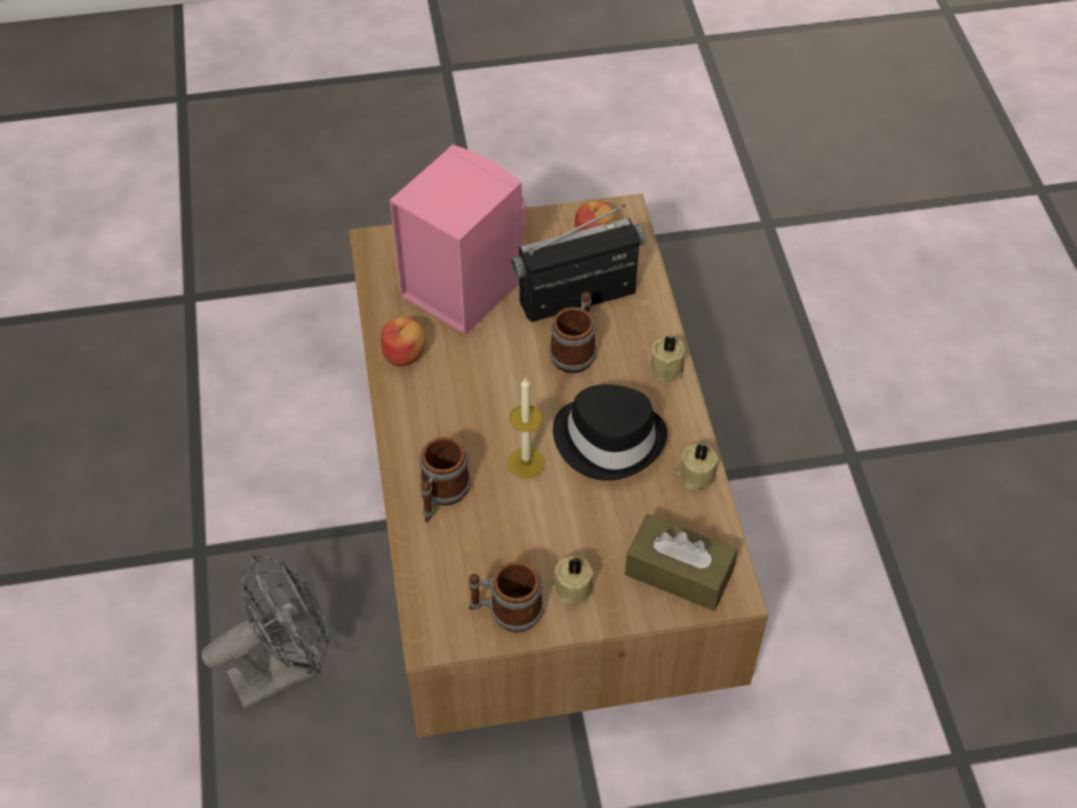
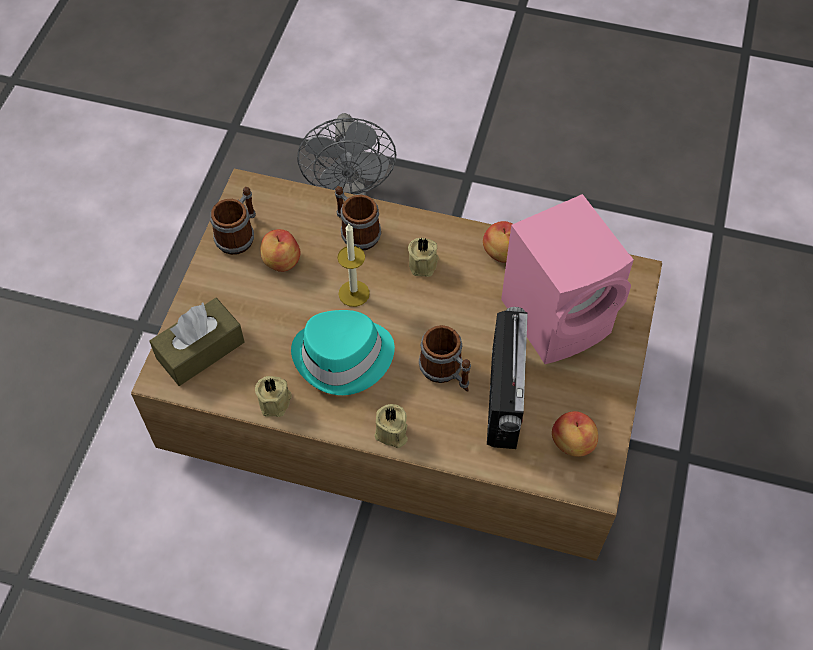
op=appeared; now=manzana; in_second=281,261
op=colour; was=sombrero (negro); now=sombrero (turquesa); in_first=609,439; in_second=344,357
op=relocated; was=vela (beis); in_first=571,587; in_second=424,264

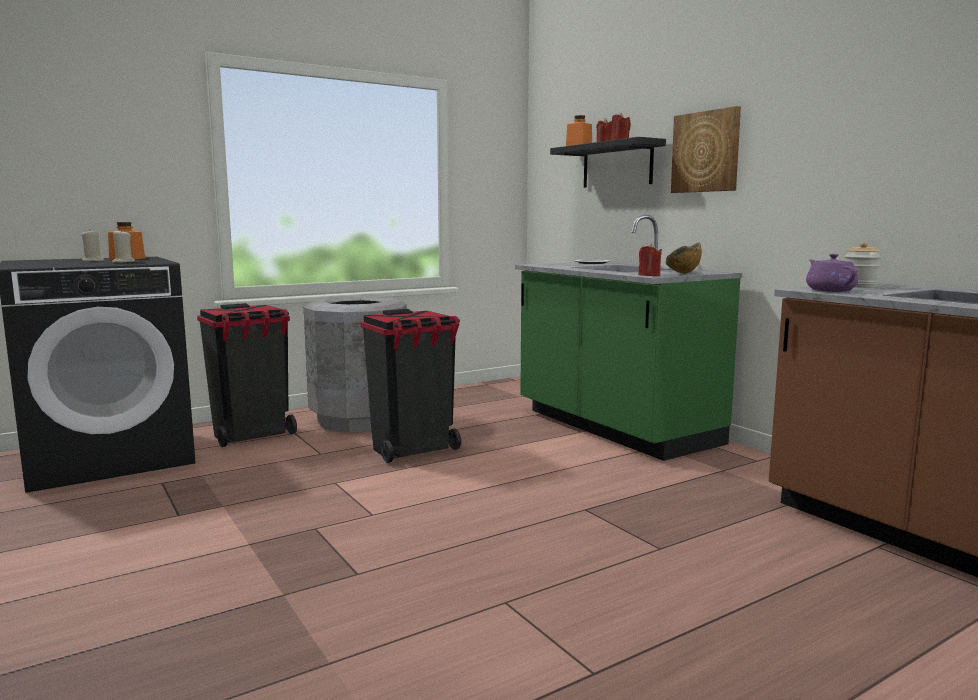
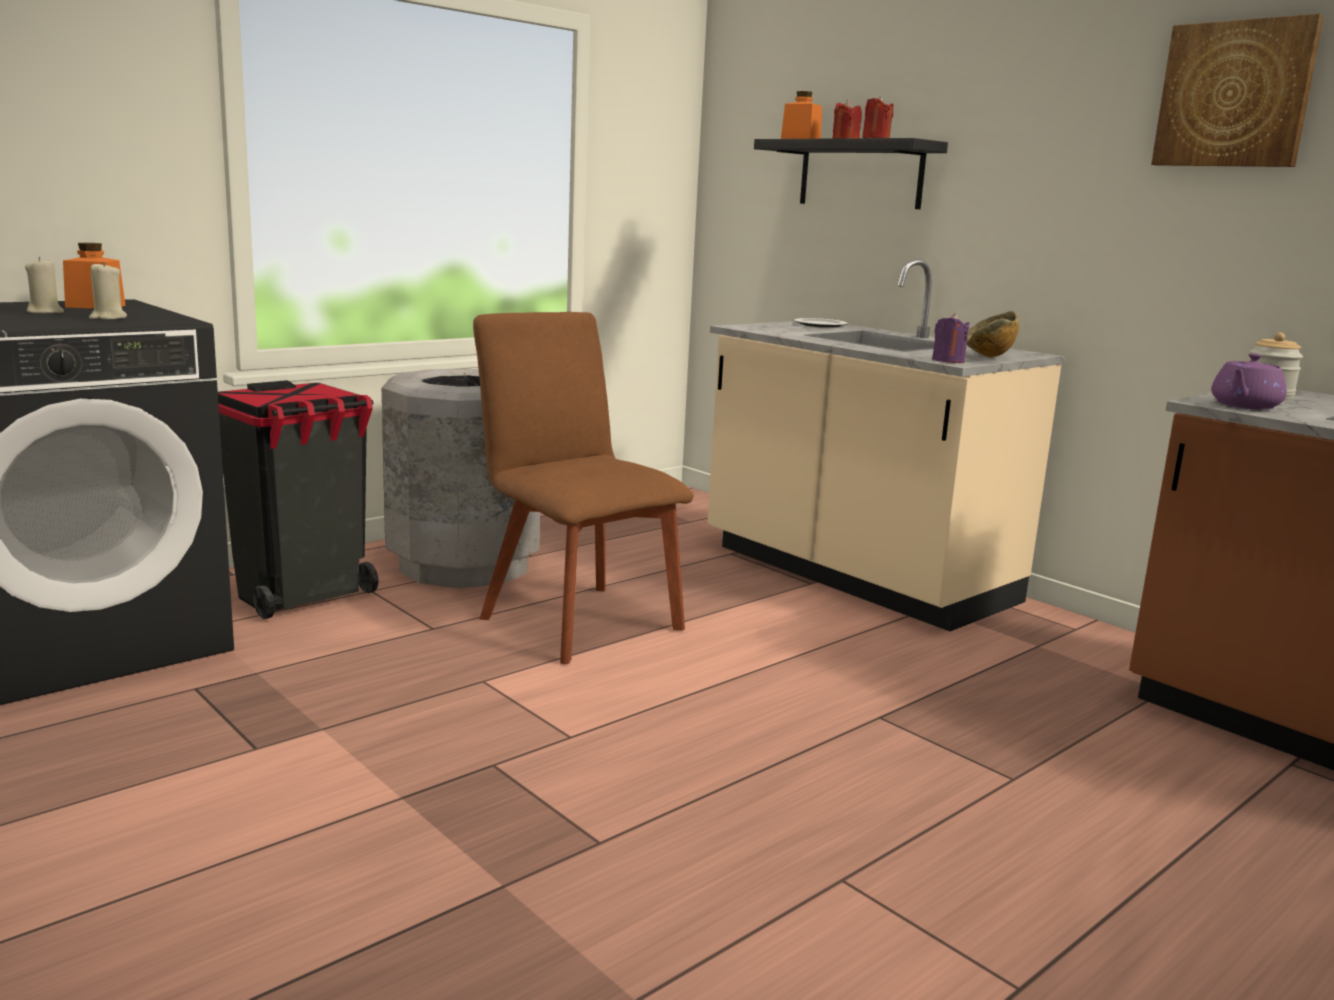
op=exchanged; was=papelera (negro); now=silla (marrón); in_first=413,450; in_second=576,620
op=colour; was=mueble bajo de cocina (verde); now=mueble bajo de cocina (beis); in_first=614,427; in_second=855,575
op=colour; was=vela (rojo); now=vela (morado); in_first=649,275; in_second=948,361
op=relocated; was=cuadro; in_first=706,152; in_second=1235,95
op=spun; was=tetera (morado); in_first=829,290; in_second=1244,406; clockwise=-120

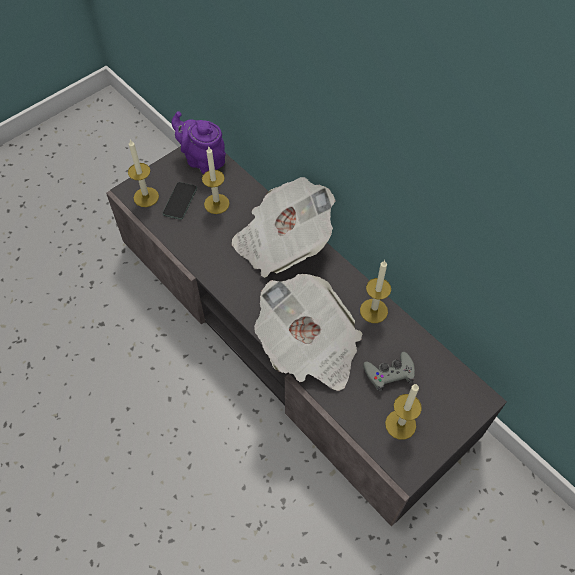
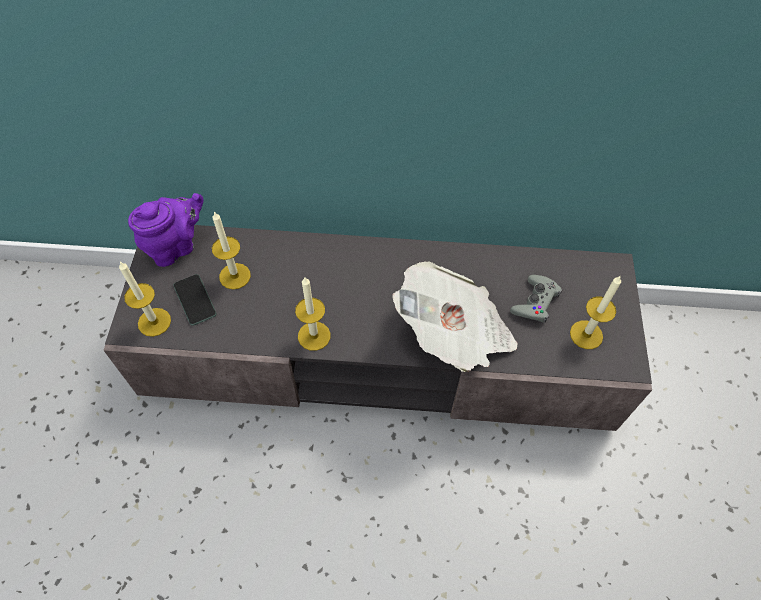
op=spun; was=tetera (morado); in_first=203,160; in_second=176,246; clockwise=150
op=relocated; was=vela; in_first=373,311; in_second=314,336
op=missing; was=periódico; in_first=282,242

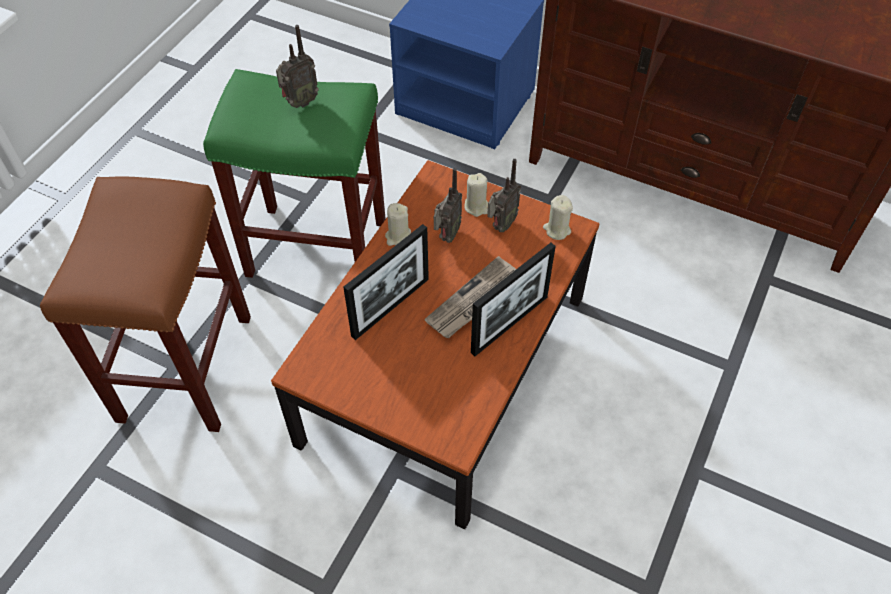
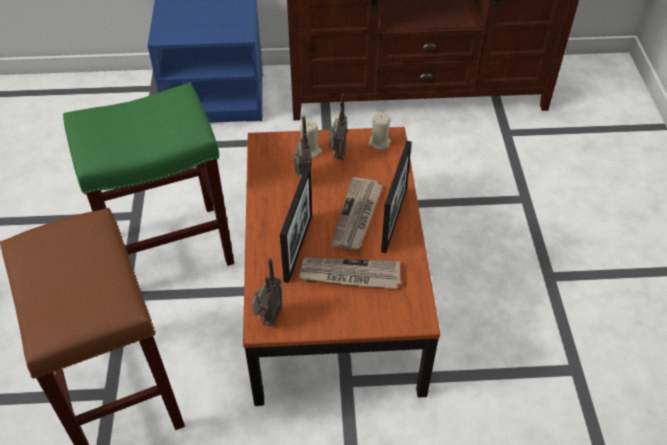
op=relocated; was=radio; in_first=299,102; in_second=268,318
op=appeared; now=periódico; in_second=349,275
op=missing; was=vela (beis); in_first=398,237

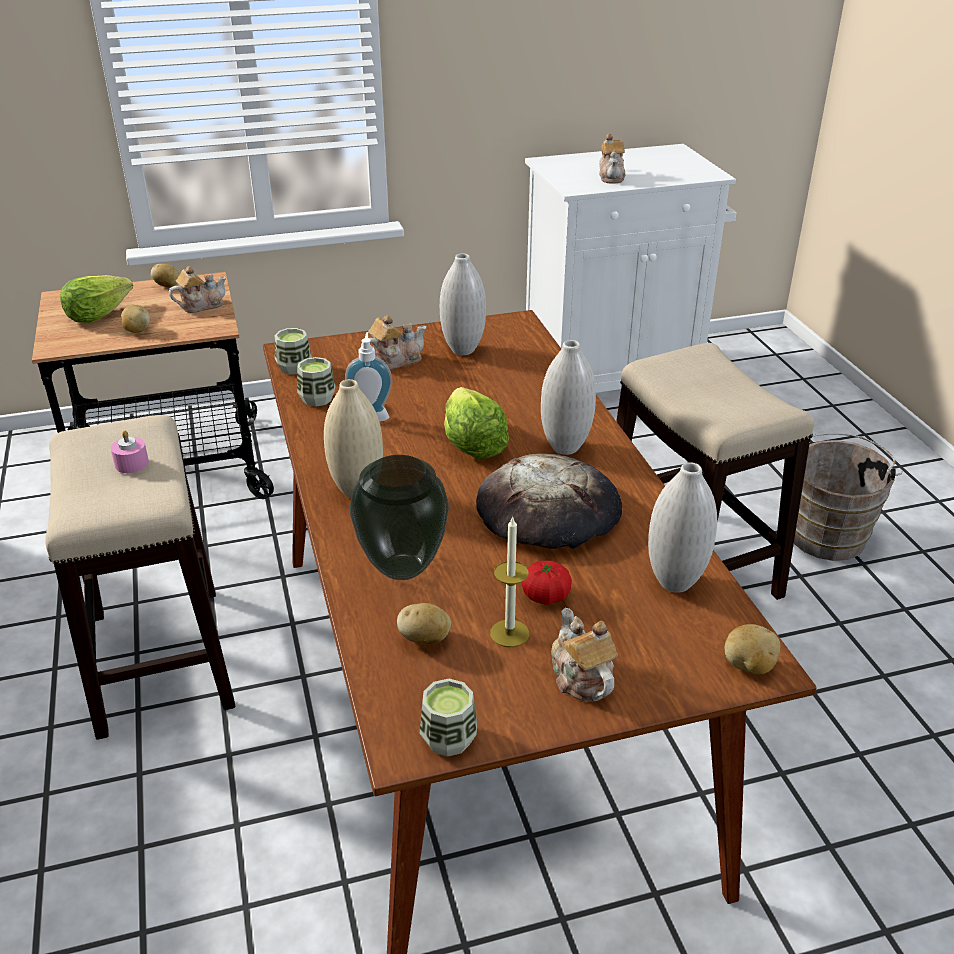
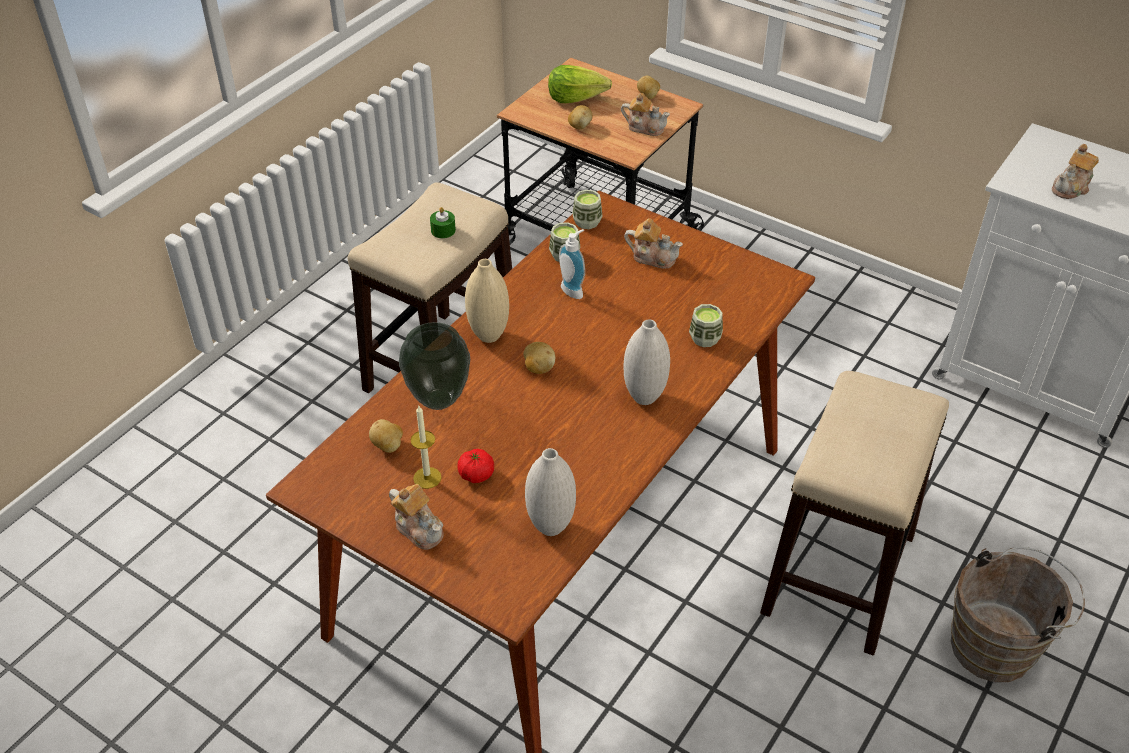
op=spun; was=tetera; in_first=580,677; in_second=419,528; clockwise=105
op=colour; was=vela (rosa); now=vela (verde); in_first=131,463; in_second=443,230
op=relocated; was=patata; in_first=748,666; in_second=538,368
op=relocated; was=taza; in_first=448,738; in_second=705,338
op=missing; was=florero (blanco); in_first=463,350
op=missing; was=lechuga; in_first=472,443
op=missing; was=pan; in_first=549,511

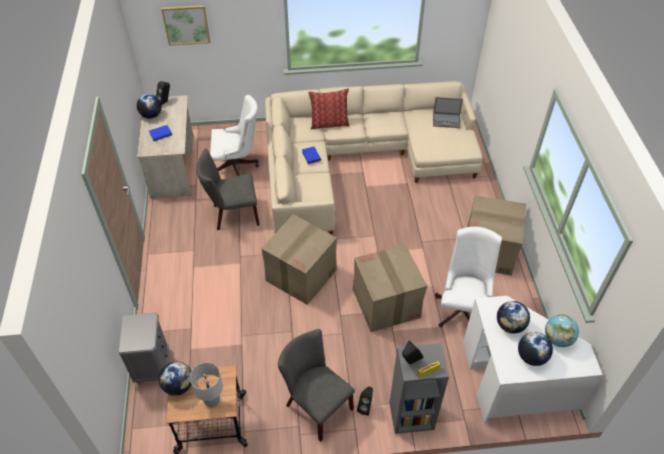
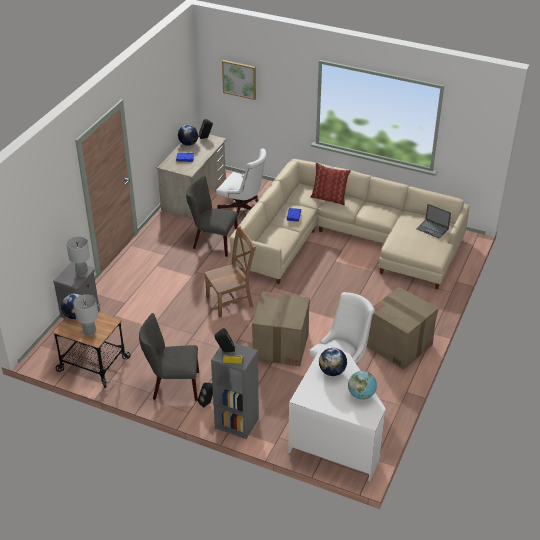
op=appeared; now=lámpara de mesa (gris); in_second=82,273
op=spun; was=silla (gris); in_first=315,405; in_second=172,386; clockwise=-75
op=exchanged; was=caja de cartón; now=silla (marrón); in_first=301,274; in_second=231,301
op=missing; was=globo terráqueo; in_first=531,357

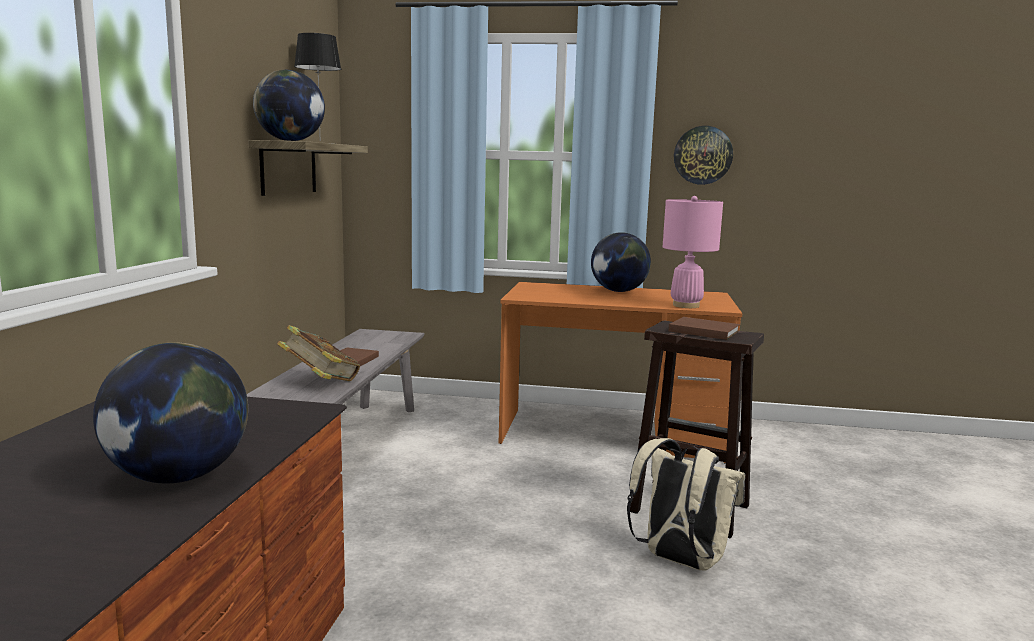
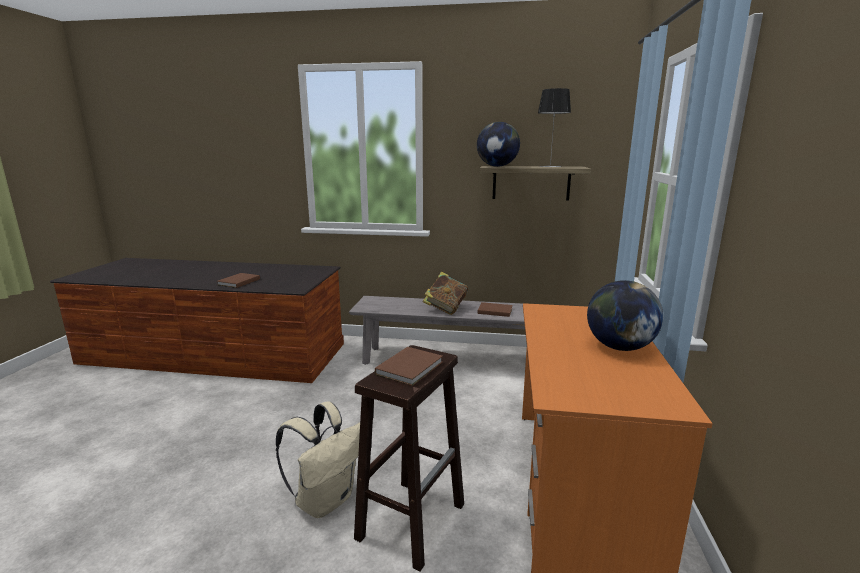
op=exchanged; was=globo terráqueo; now=libro (marrón); in_first=178,477; in_second=237,282
op=missing; was=lámpara de mesa (rosa); in_first=685,305
op=missing; was=reloj de pared; in_first=703,155

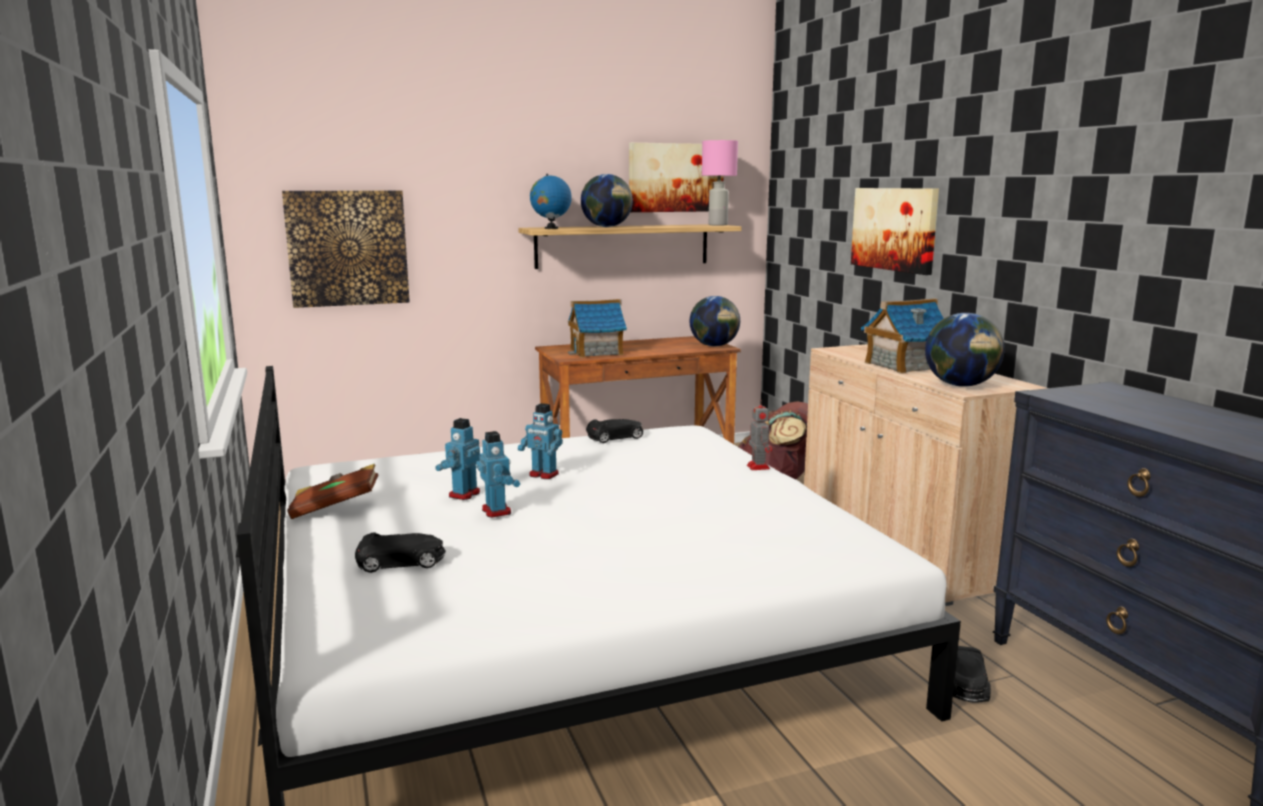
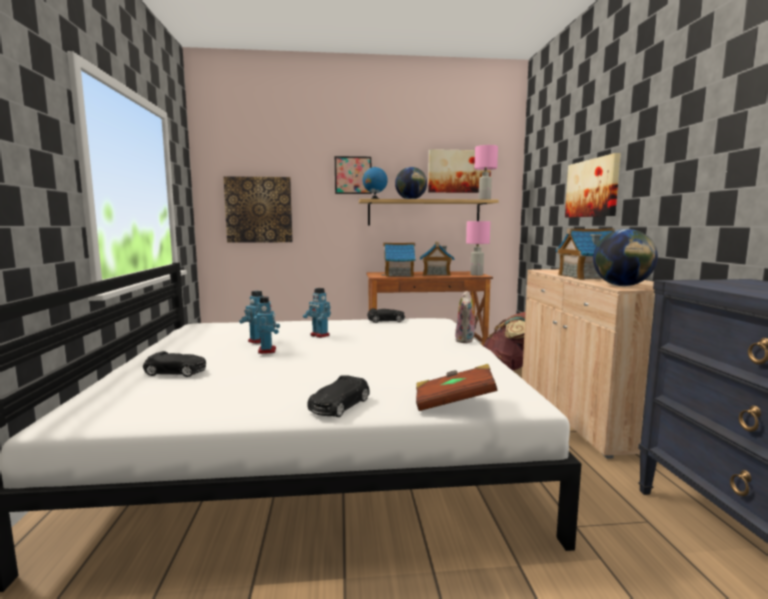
op=relocated; was=coche de juguete (negro); in_first=965,684; in_second=339,405
op=appeared; now=cuadro; in_second=353,175
op=relocated; was=libro (marrón); in_first=335,508; in_second=454,403
op=appeared; now=casita; in_second=436,274
op=exchanged; was=robot de juguete; now=peluche; in_first=757,466; in_second=466,340
op=exchanged; was=globo terráqueo; now=lámpara de mesa (rosa); in_first=714,346; in_second=477,275

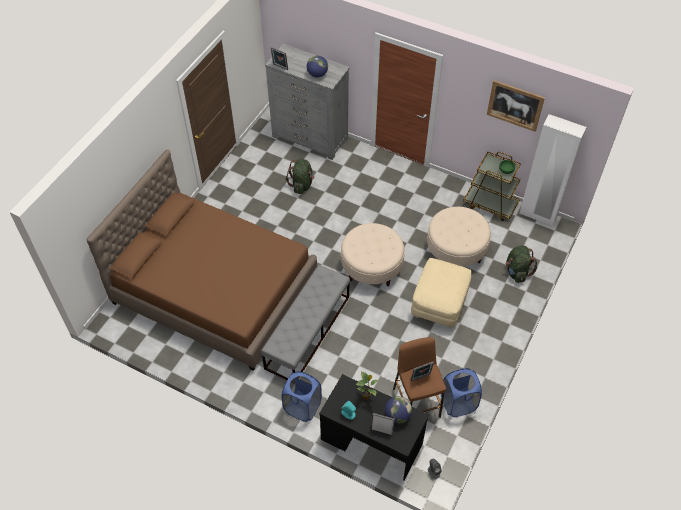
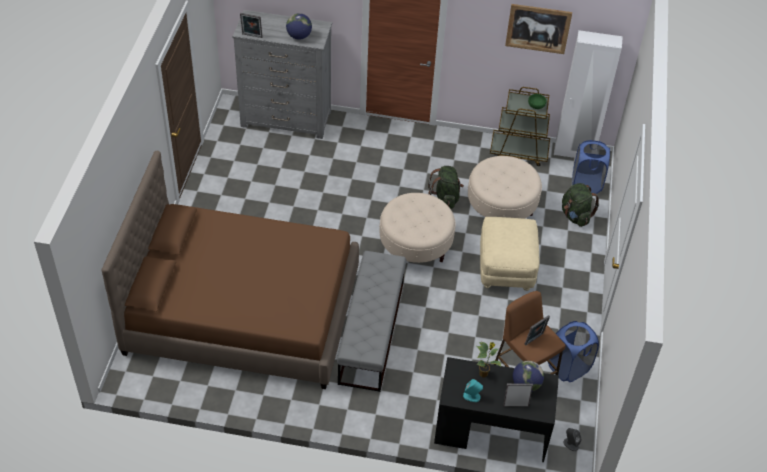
op=relocated; was=mochila (verde); in_first=302,184; in_second=445,198
op=relocated; was=cesto de la ropa (azul); in_first=302,407; in_second=586,184

